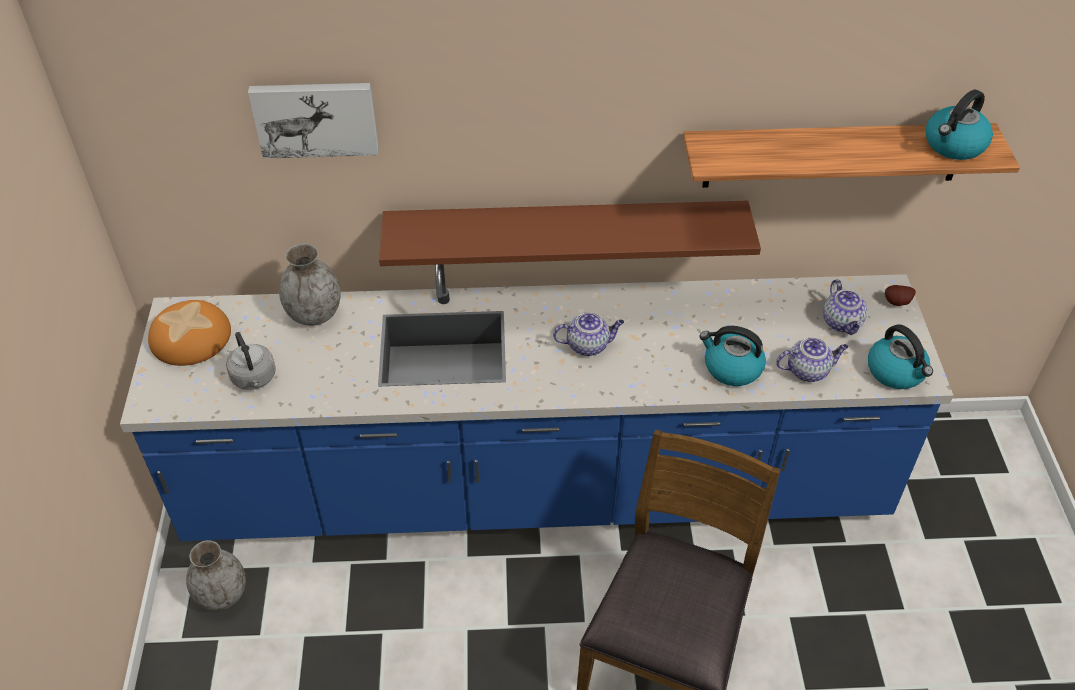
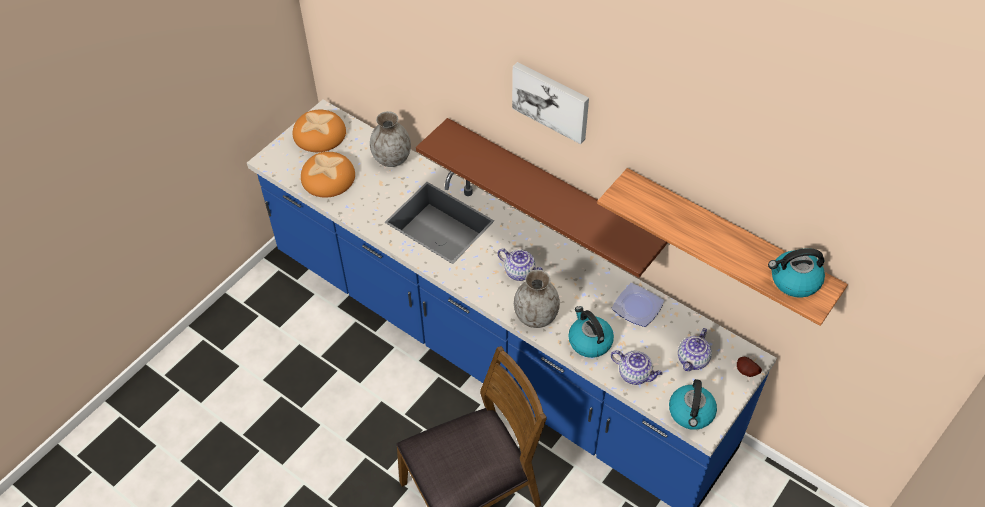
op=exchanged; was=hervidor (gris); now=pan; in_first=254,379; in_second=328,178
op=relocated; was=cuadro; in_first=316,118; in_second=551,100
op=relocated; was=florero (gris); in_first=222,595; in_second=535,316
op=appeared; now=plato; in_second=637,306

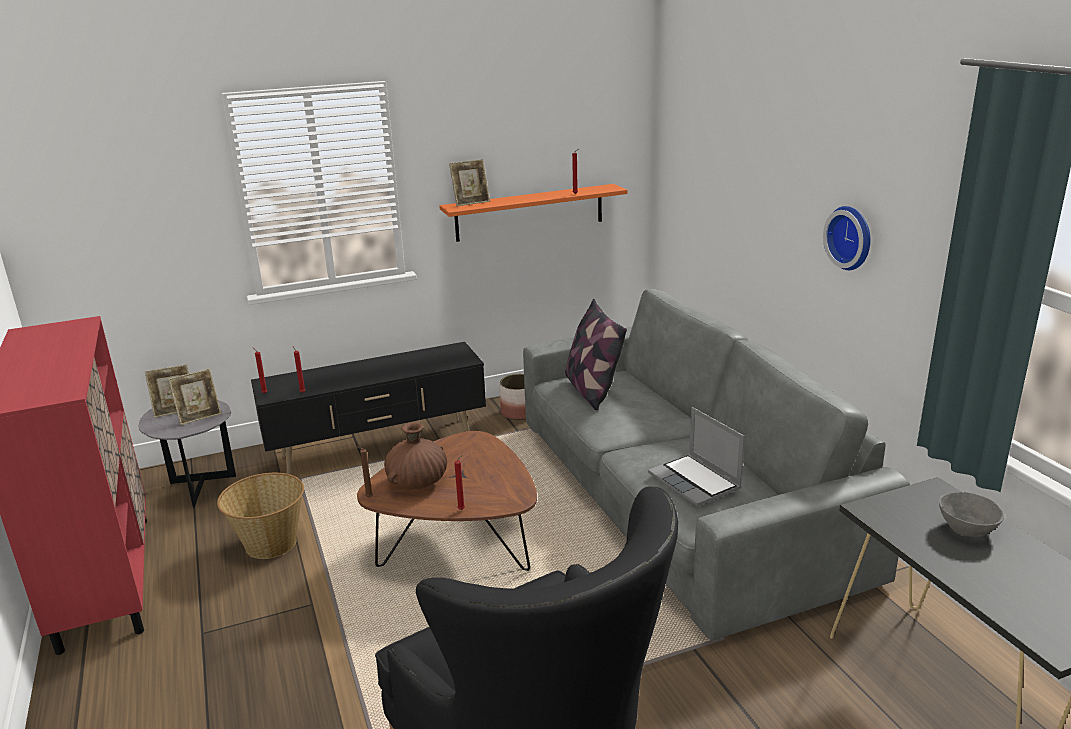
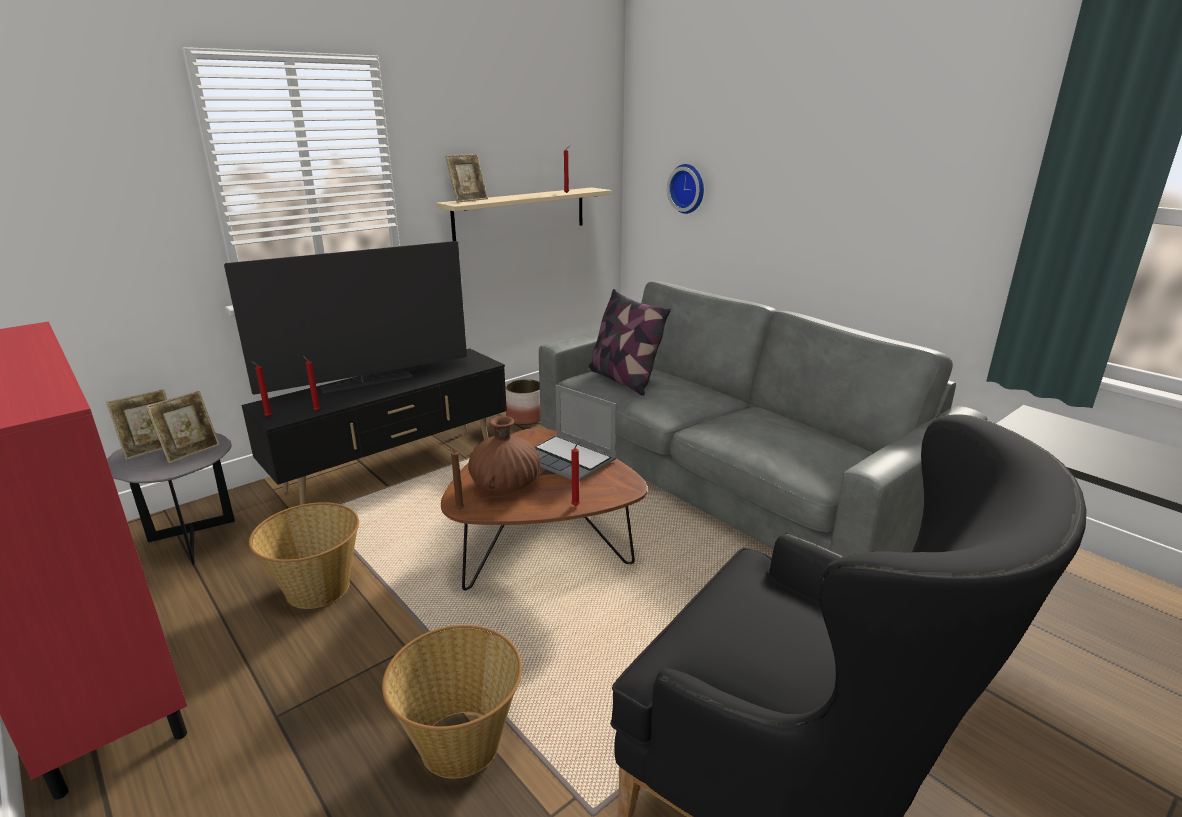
op=appeared; now=televisor; in_second=367,383
op=appeared; now=cesta; in_second=460,742
op=colour; was=estante (naranja); now=estante (beis); in_first=530,212; in_second=520,214
op=relocated; was=portátil; in_first=695,482; in_second=569,460
op=relocated; was=reloj de pared; in_first=851,237; in_second=688,188
op=missing; was=cuenco (gris); in_first=967,529

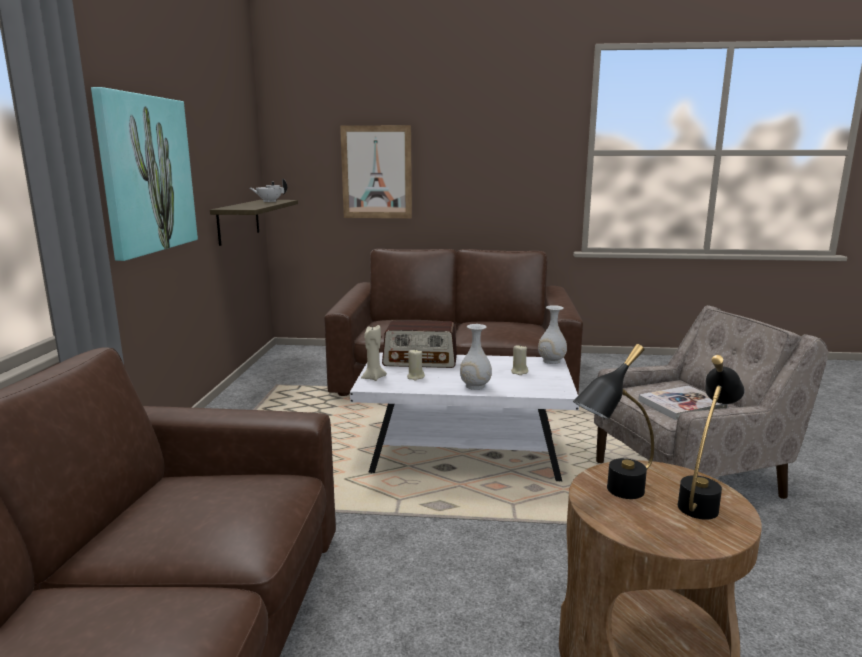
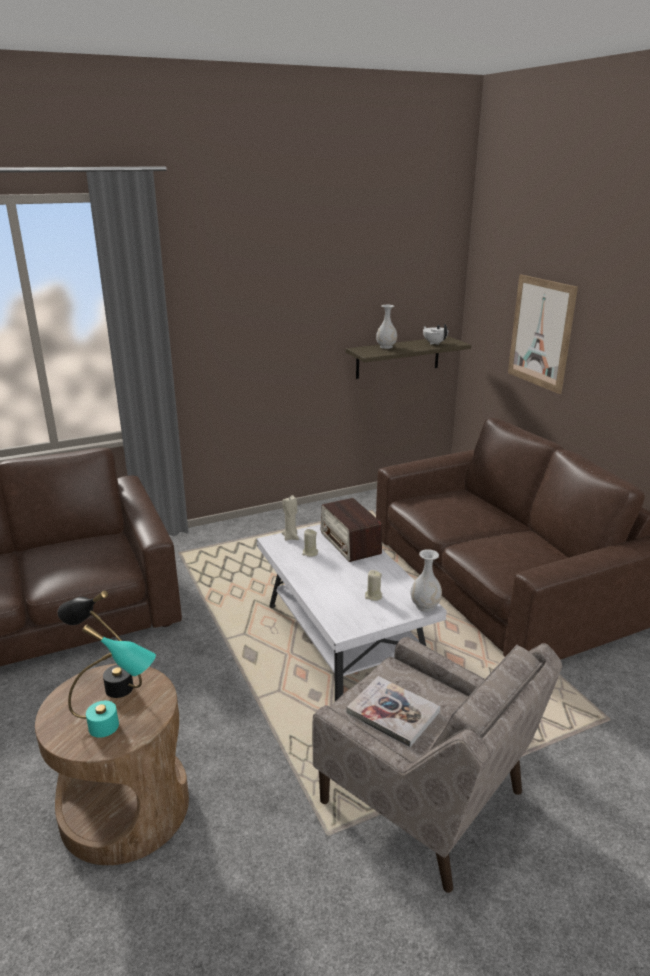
op=colour; was=lámpara de mesa (negro); now=lámpara de mesa (turquesa); in_first=702,500; in_second=118,727
op=relocated; was=florero (blanco); in_first=475,386; in_second=386,347
op=missing; was=cuadro; in_first=146,174

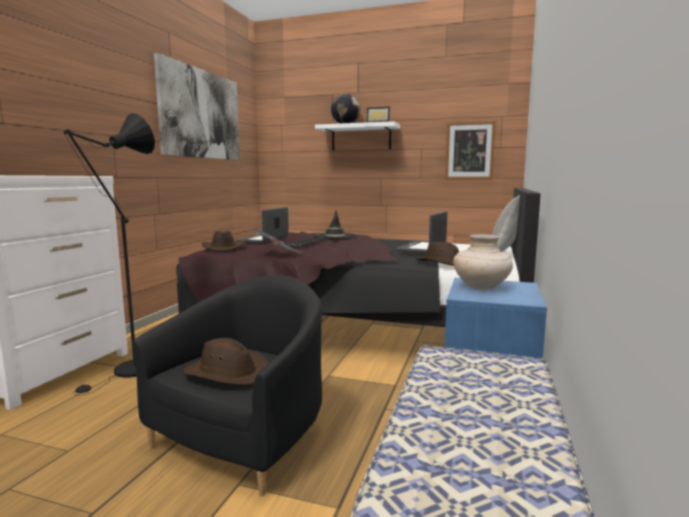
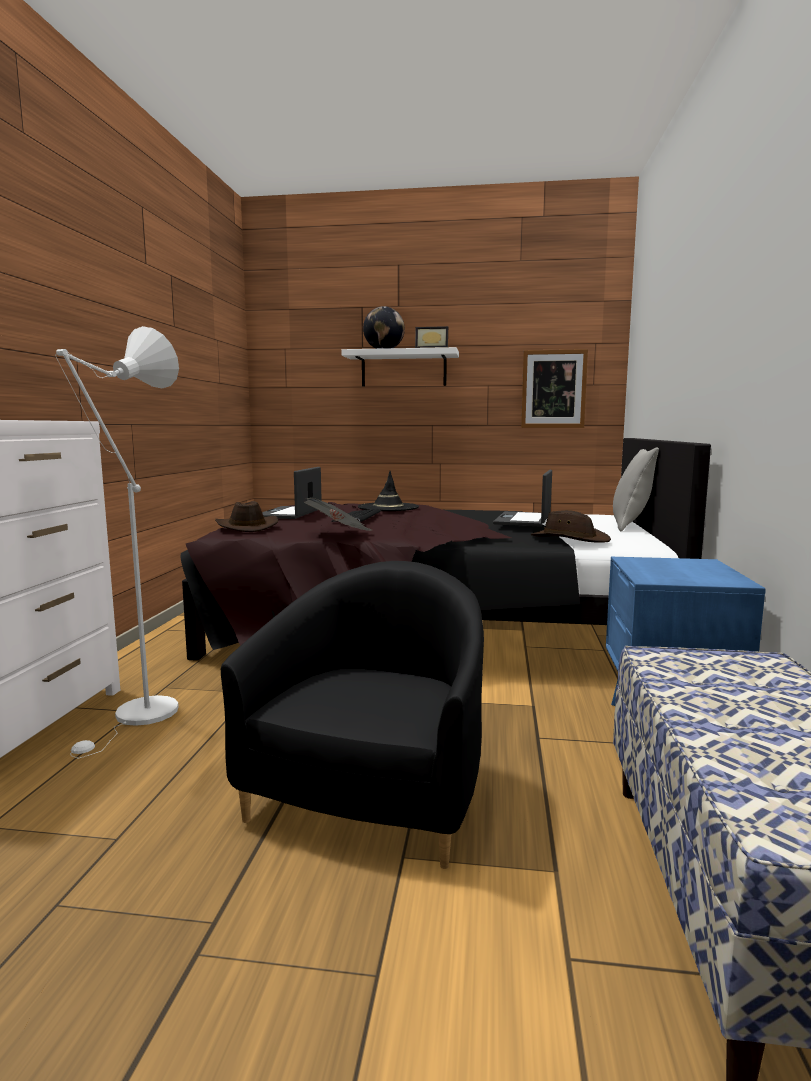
op=colour; was=lámpara de pie (negro); now=lámpara de pie (blanco); in_first=129,372; in_second=140,717
op=missing; was=cuadro; in_first=201,114
op=missing; was=sombrero (marrón); in_first=229,373
op=missing; was=florero (beis); in_first=481,287

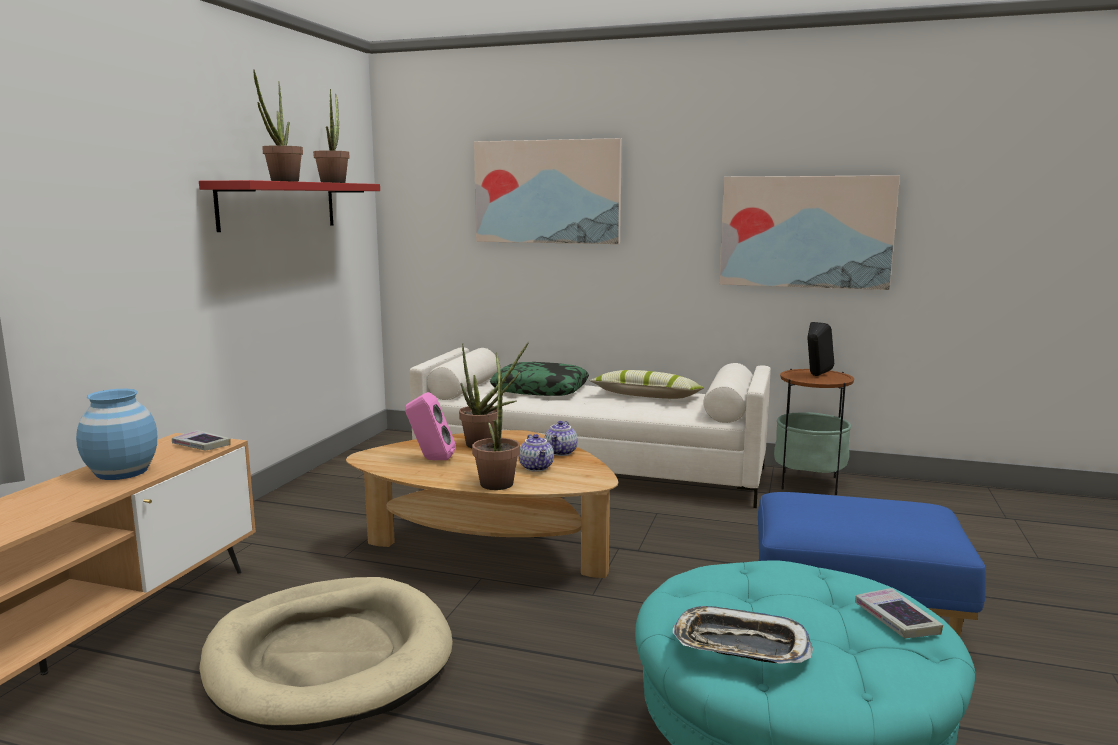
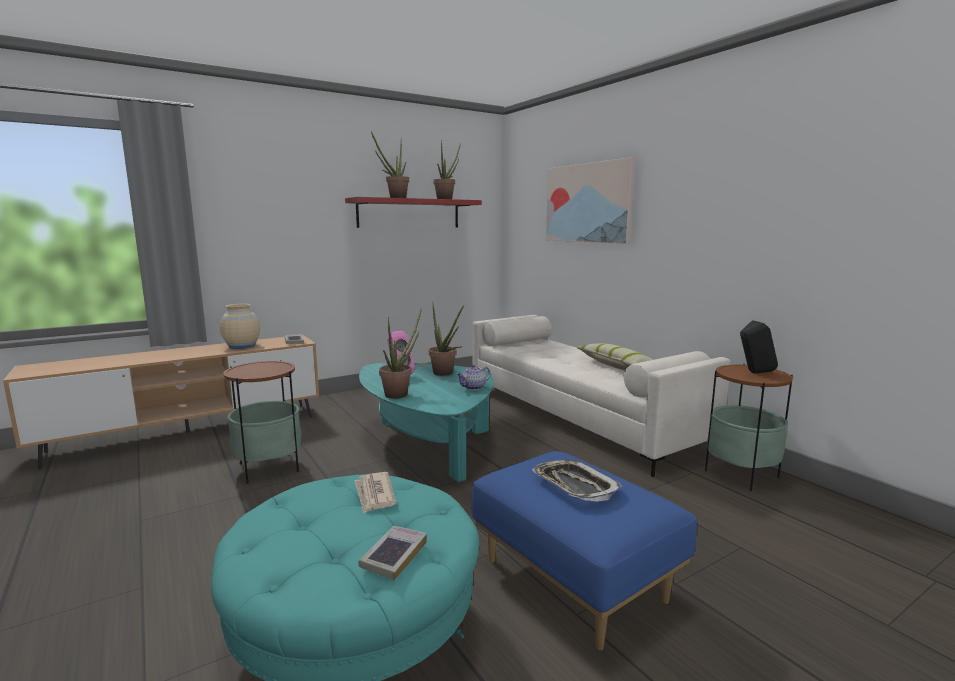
op=colour; was=florero (azul); now=florero (beis); in_first=122,472; in_second=242,346
op=exchanged; was=cama para perro (beis); now=mesa auxiliar; in_first=329,658; in_second=269,468
op=appeared; now=periódico; in_second=374,494
op=colour; was=mesa de centro (marrón); now=mesa de centro (turquesa); in_first=489,551; in_second=427,444
op=relocated; was=bandeja; in_first=739,645; in_second=574,486
op=missing; was=cojín; in_first=540,389
op=missing; was=tetera; in_first=537,467
op=missing; was=cuadro; in_first=805,232

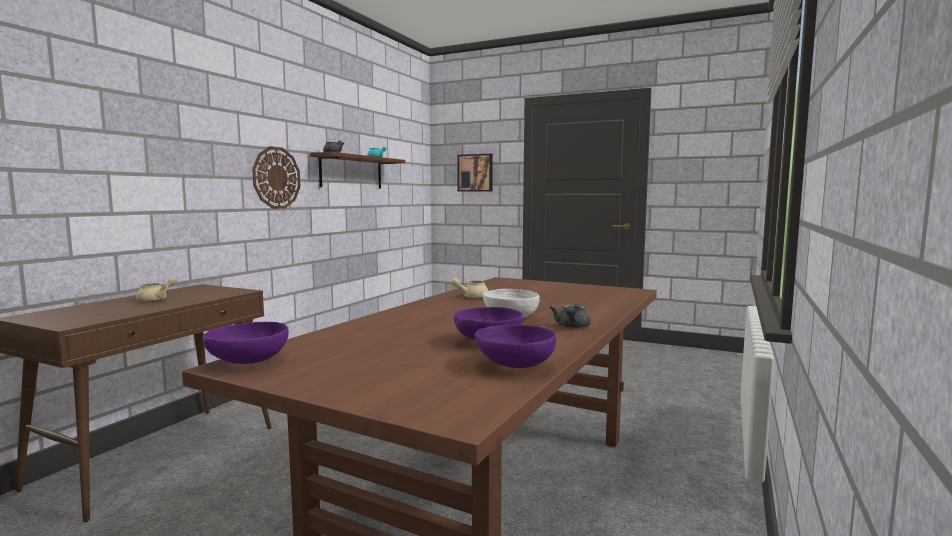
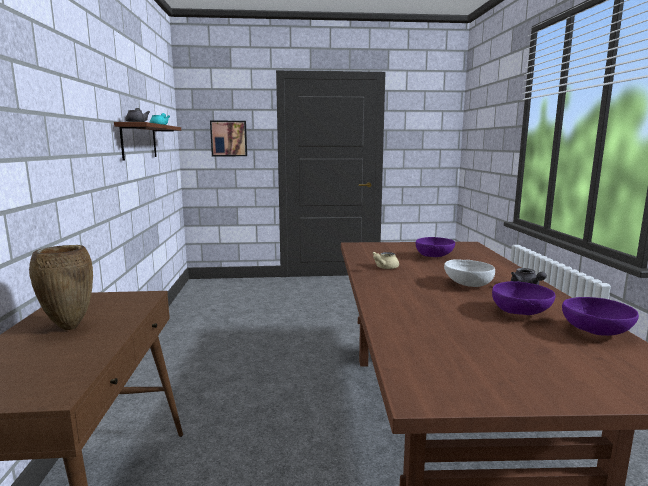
op=exchanged; was=tetera (beis); now=florero (marrón); in_first=157,299; in_second=69,327
op=relocated; was=cuenco (morado); in_first=248,362; in_second=434,257
op=missing; was=reloj de pared; in_first=276,178

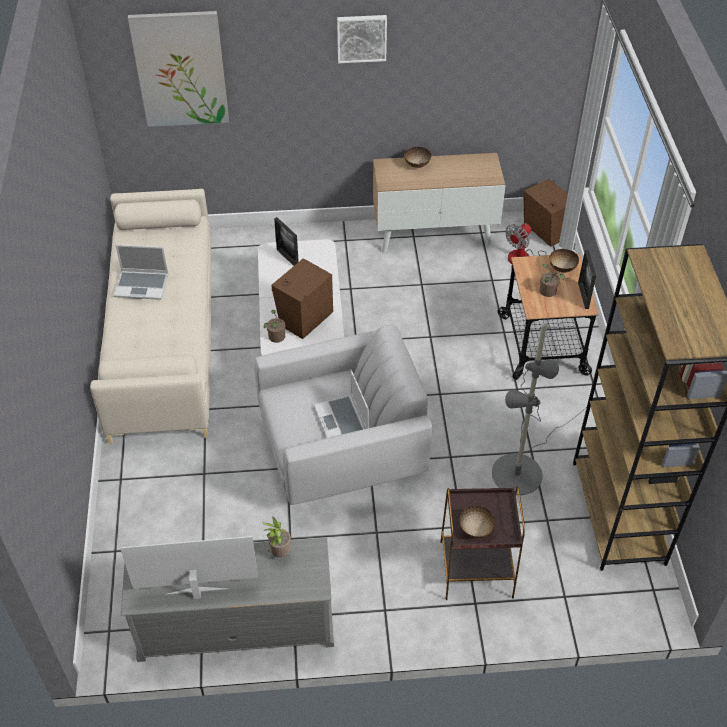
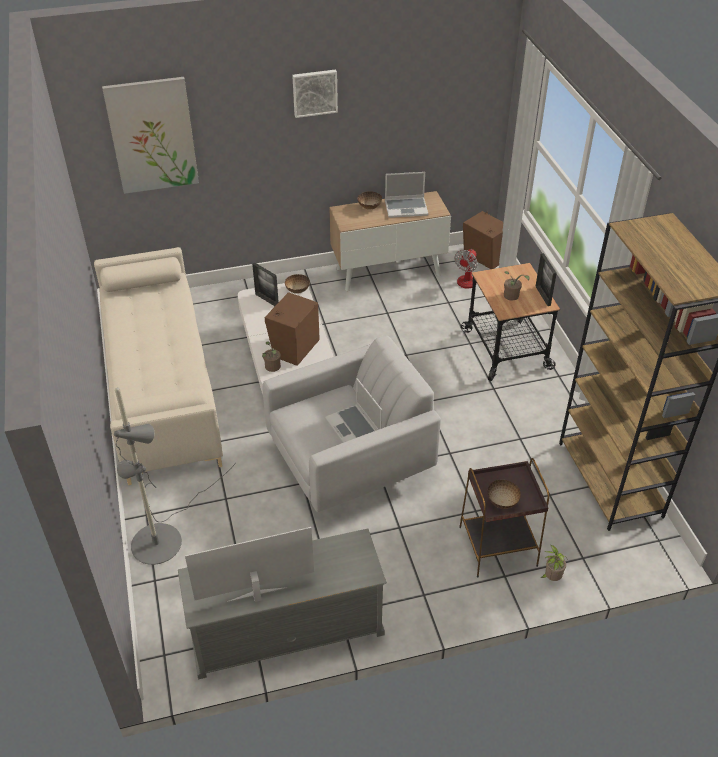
op=relocated; was=lámpara de pie (gris); in_first=523,466; in_second=164,535
op=relocated; was=cuenco; in_first=562,268; in_second=297,290
op=relocated; was=portátil; in_first=142,285; in_second=406,208
op=relocated; was=planta en maceta; in_first=279,553; in_second=551,578

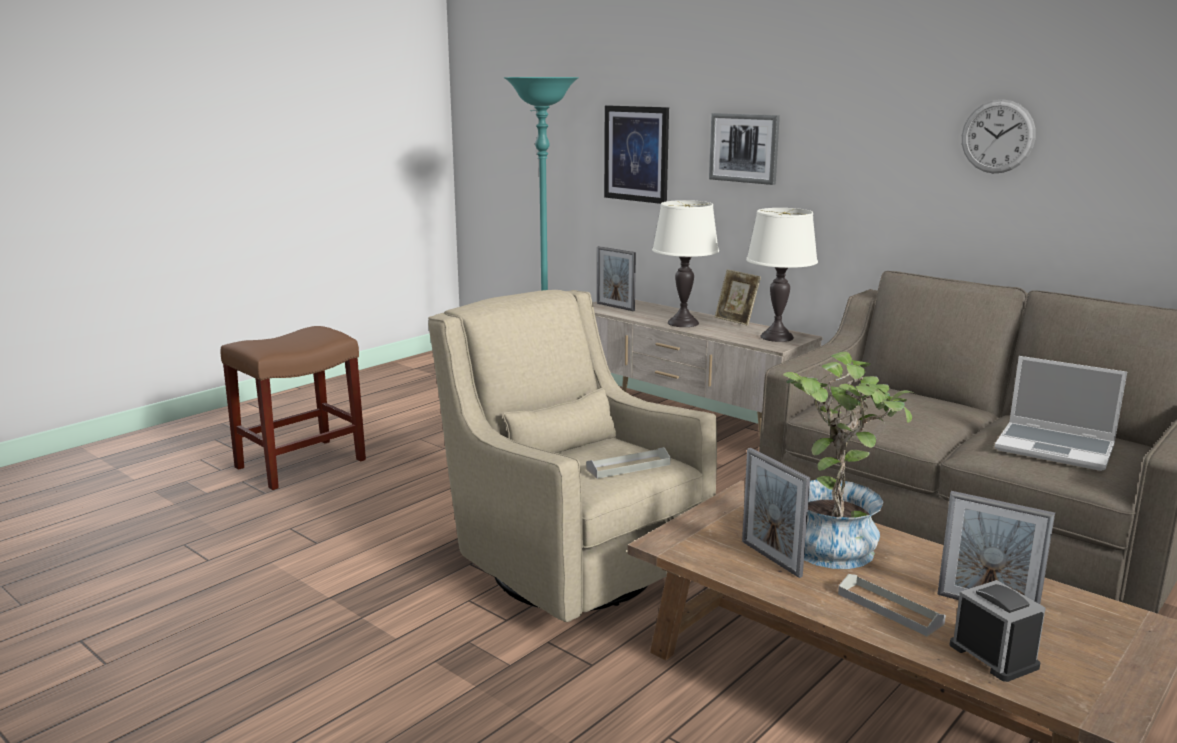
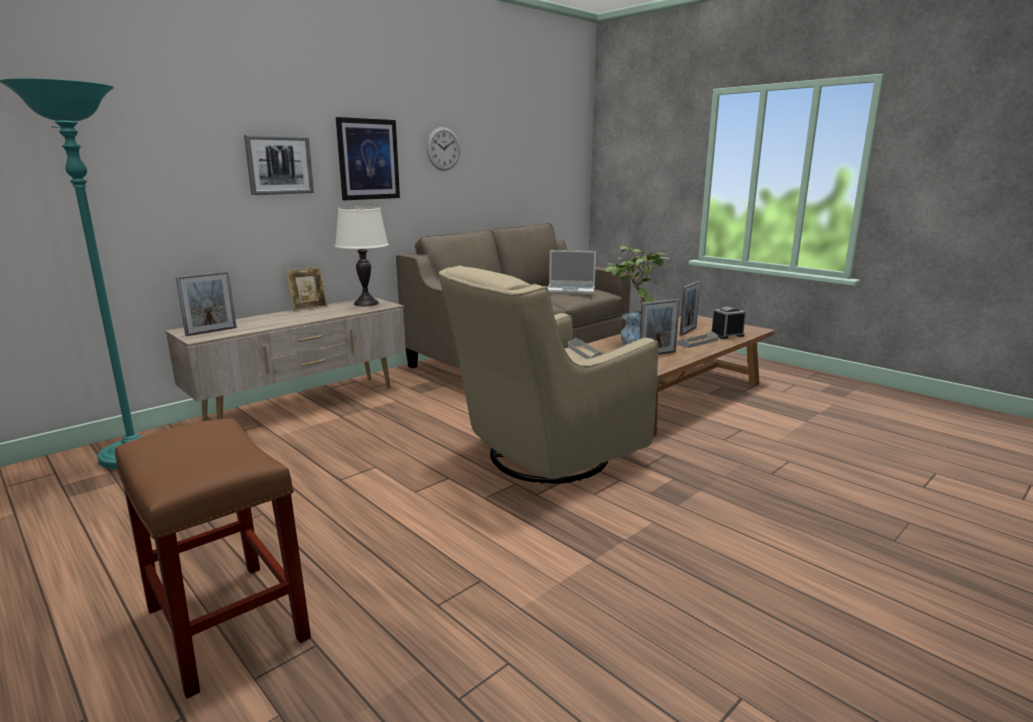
op=relocated; was=cuadro; in_first=636,154; in_second=368,159
op=spun; was=portátil; in_first=1056,448; in_second=571,290; clockwise=60
op=missing; was=lámpara de mesa (blanco); in_first=683,323

